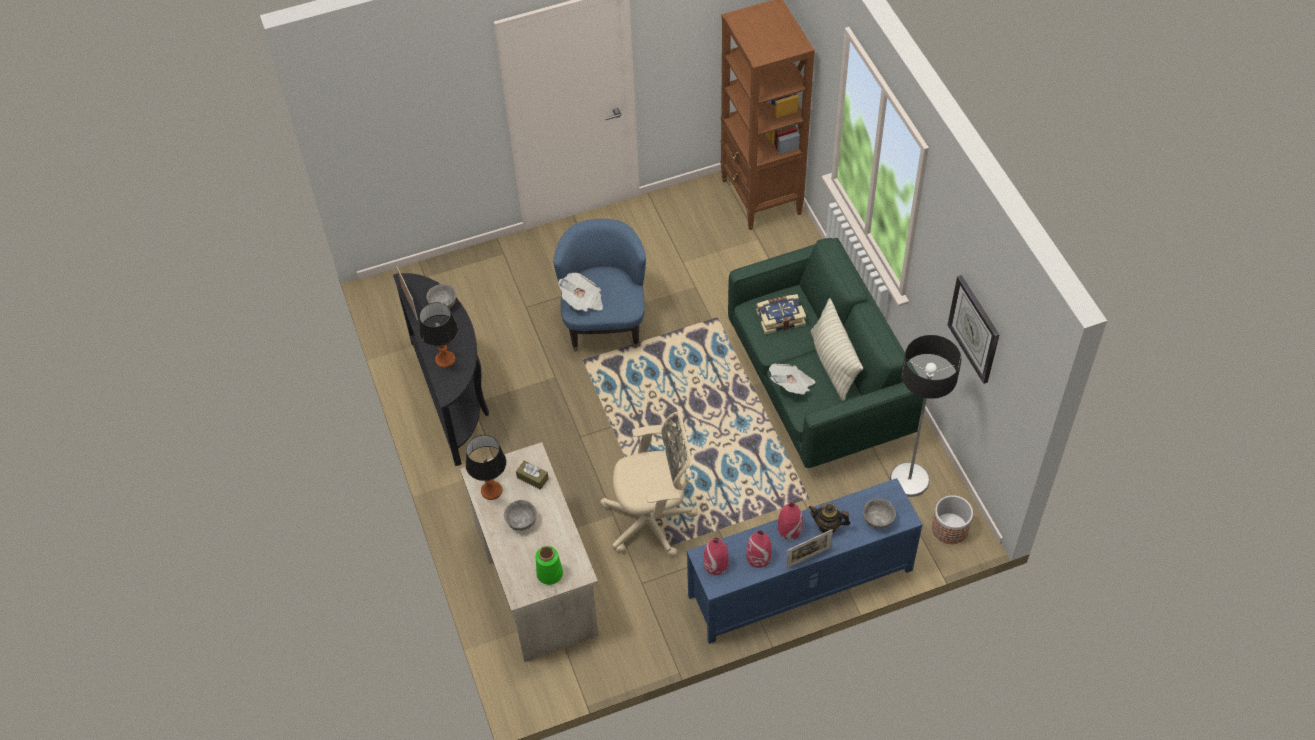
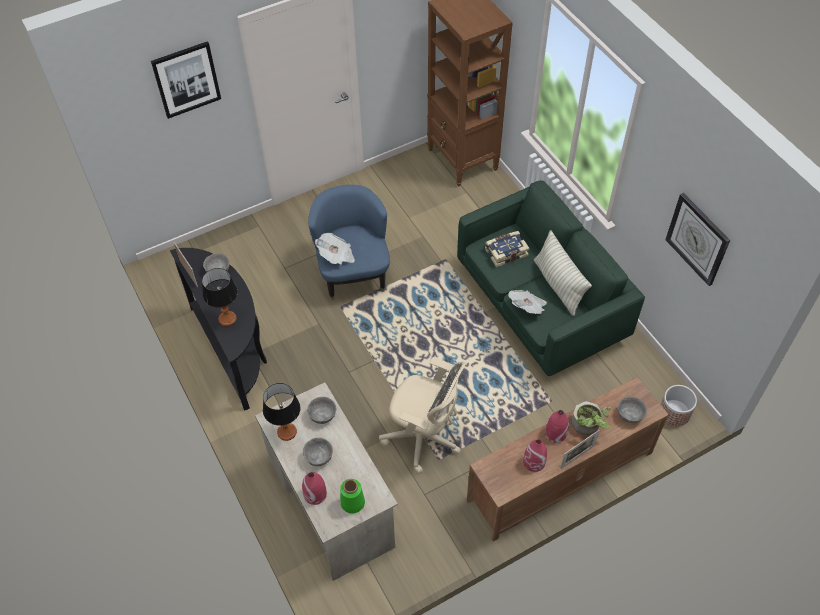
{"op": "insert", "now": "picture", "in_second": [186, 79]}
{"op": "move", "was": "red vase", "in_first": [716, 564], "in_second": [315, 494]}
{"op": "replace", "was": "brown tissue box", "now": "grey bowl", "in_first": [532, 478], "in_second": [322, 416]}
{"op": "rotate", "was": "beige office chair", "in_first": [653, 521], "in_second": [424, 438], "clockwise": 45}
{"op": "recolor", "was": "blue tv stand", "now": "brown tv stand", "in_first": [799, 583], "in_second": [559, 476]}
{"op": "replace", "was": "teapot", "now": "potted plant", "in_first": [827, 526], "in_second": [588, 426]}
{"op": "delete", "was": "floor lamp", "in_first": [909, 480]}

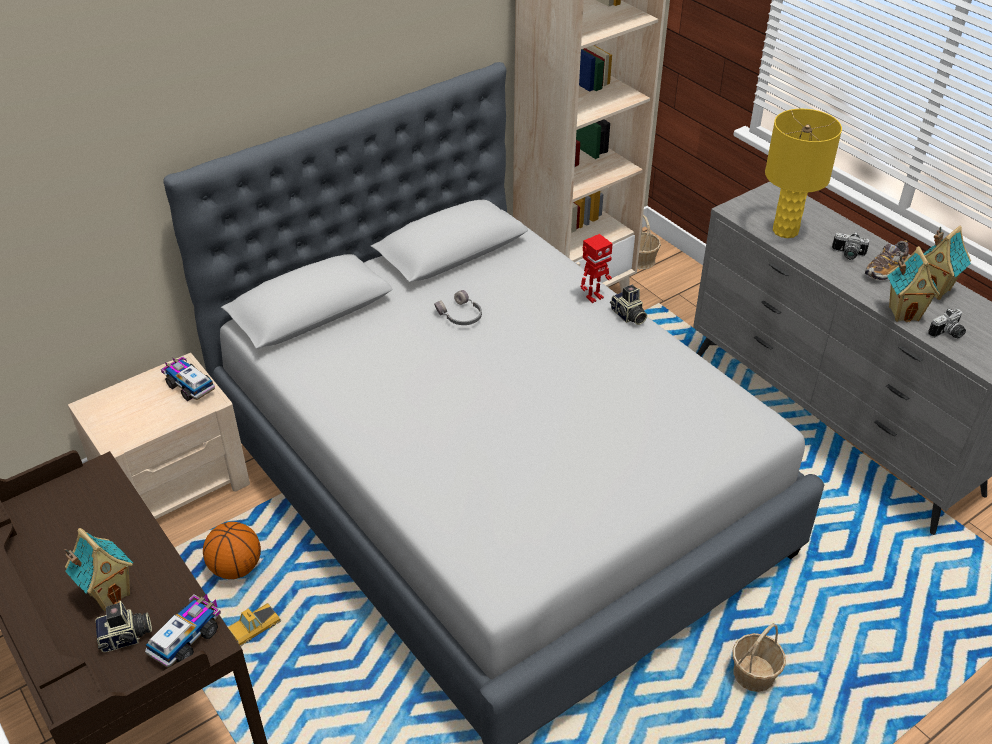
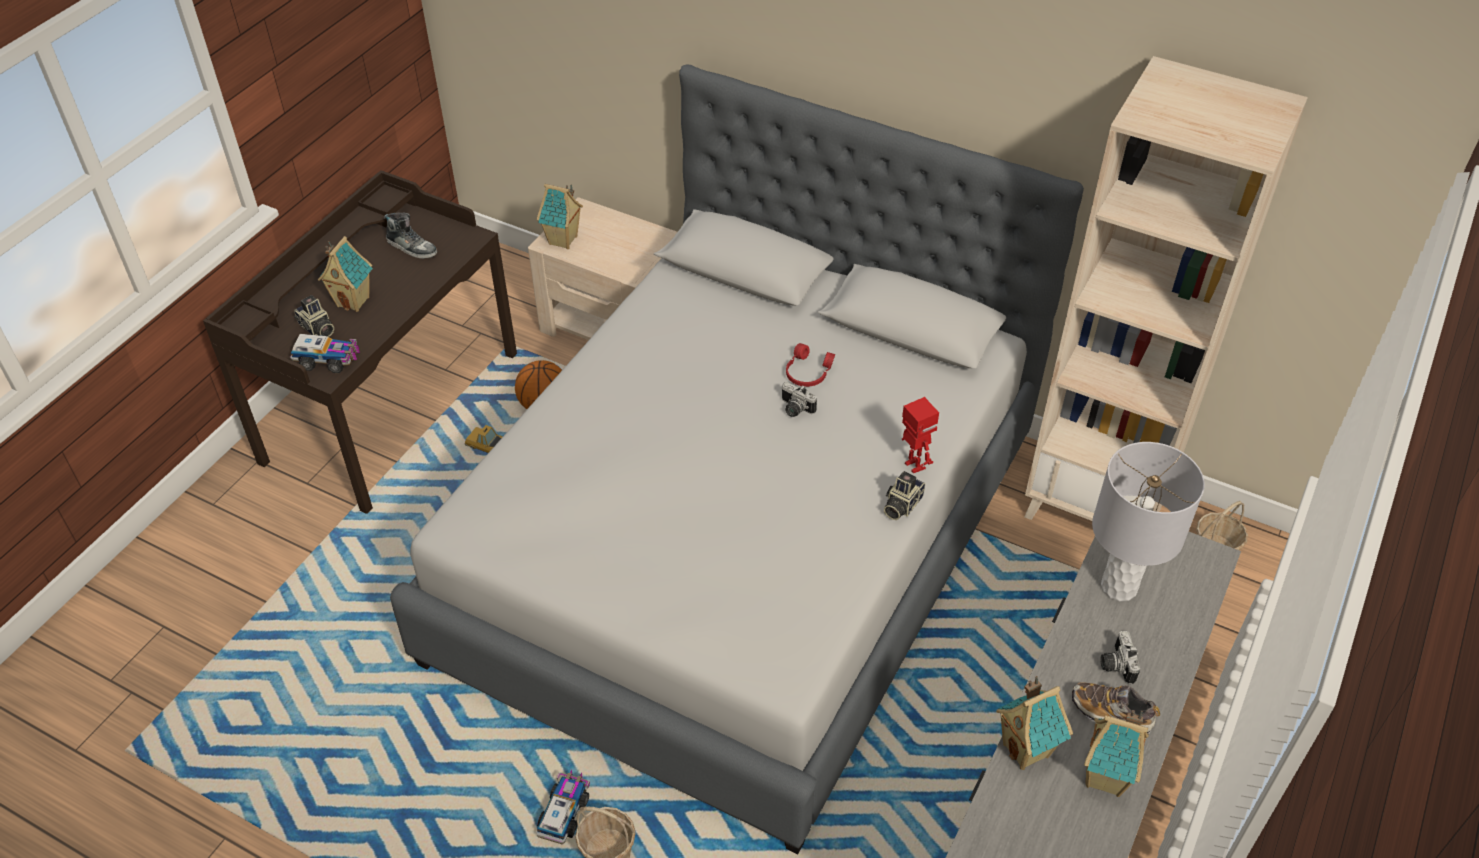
{"op": "insert", "now": "shoe", "in_second": [412, 247]}
{"op": "move", "was": "toy truck", "in_first": [189, 386], "in_second": [564, 812]}
{"op": "insert", "now": "toy house", "in_second": [563, 241]}
{"op": "move", "was": "photo camera", "in_first": [948, 334], "in_second": [794, 409]}
{"op": "recolor", "was": "grey headphones", "now": "red headphones", "in_first": [460, 316], "in_second": [807, 372]}
{"op": "rotate", "was": "toy robot", "in_first": [593, 297], "in_second": [913, 466], "clockwise": -150}
{"op": "recolor", "was": "yellow table lamp", "now": "grey table lamp", "in_first": [785, 231], "in_second": [1119, 587]}

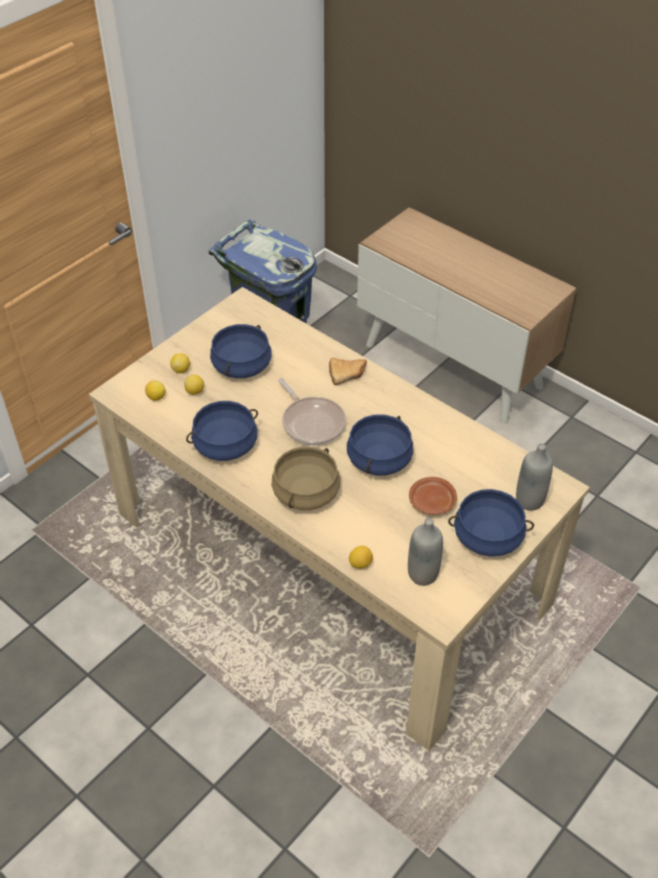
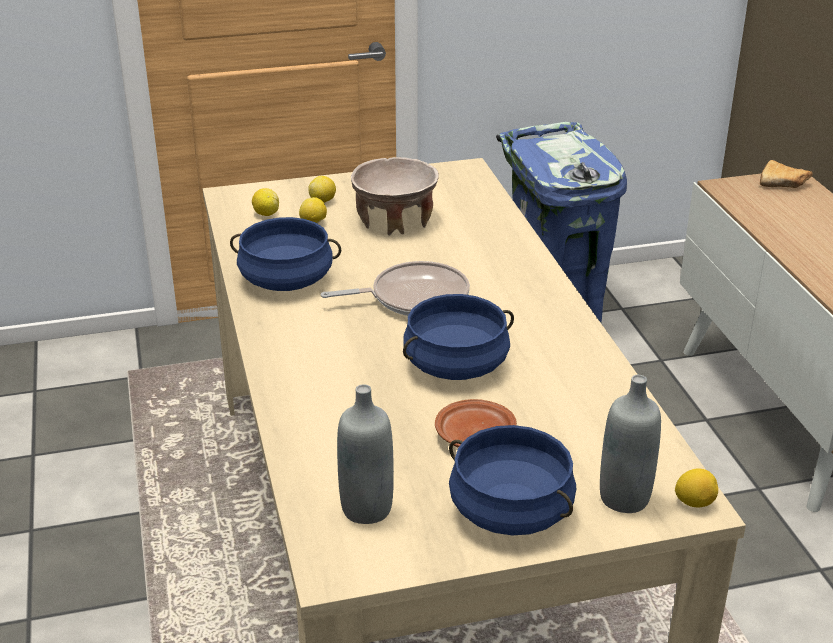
{"op": "rotate", "was": "frying pan", "in_first": [311, 422], "in_second": [413, 298], "clockwise": -105}
{"op": "replace", "was": "blue cooking pot", "now": "beige bowl", "in_first": [242, 366], "in_second": [395, 221]}
{"op": "move", "was": "lemon", "in_first": [360, 563], "in_second": [694, 502]}
{"op": "move", "was": "bread", "in_first": [348, 374], "in_second": [784, 184]}
{"op": "delete", "was": "beige cooking pot", "in_first": [306, 493]}

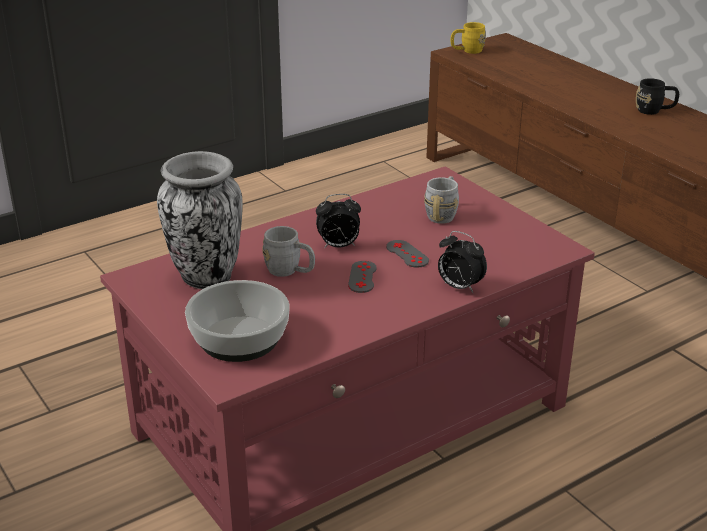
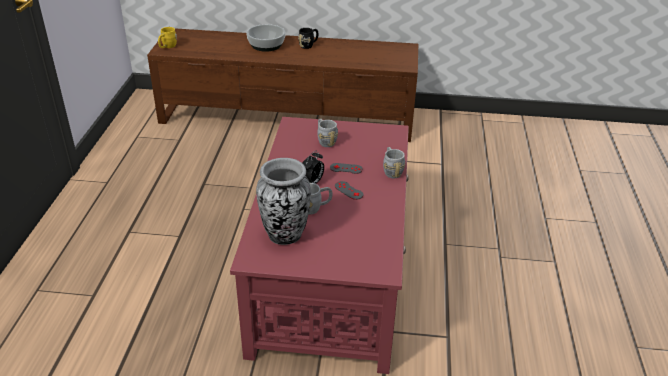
{"op": "move", "was": "bowl", "in_first": [240, 338], "in_second": [266, 45]}
{"op": "replace", "was": "alarm clock", "now": "grey mug", "in_first": [459, 287], "in_second": [391, 171]}

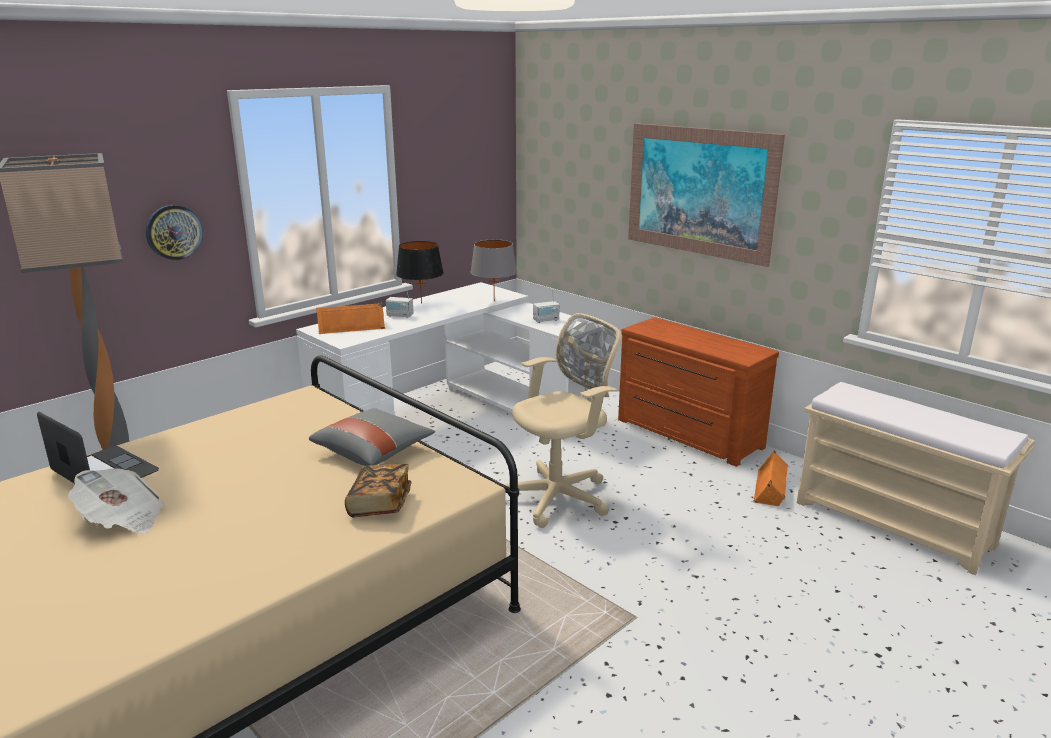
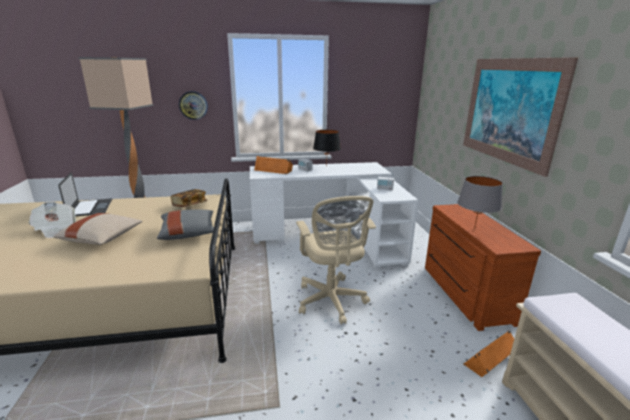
{"op": "insert", "now": "beige pillow", "in_second": [103, 239]}
{"op": "move", "was": "book", "in_first": [380, 504], "in_second": [189, 205]}
{"op": "rotate", "was": "beige office chair", "in_first": [559, 496], "in_second": [331, 302], "clockwise": 75}
{"op": "move", "was": "grey table lamp", "in_first": [494, 301], "in_second": [474, 229]}

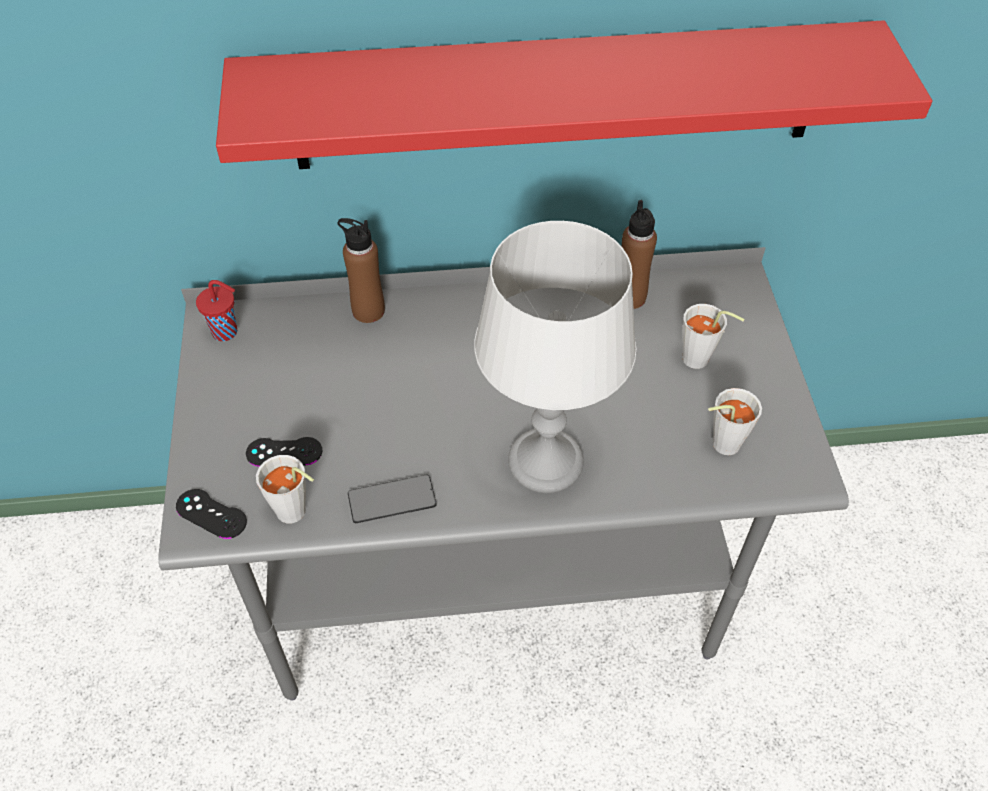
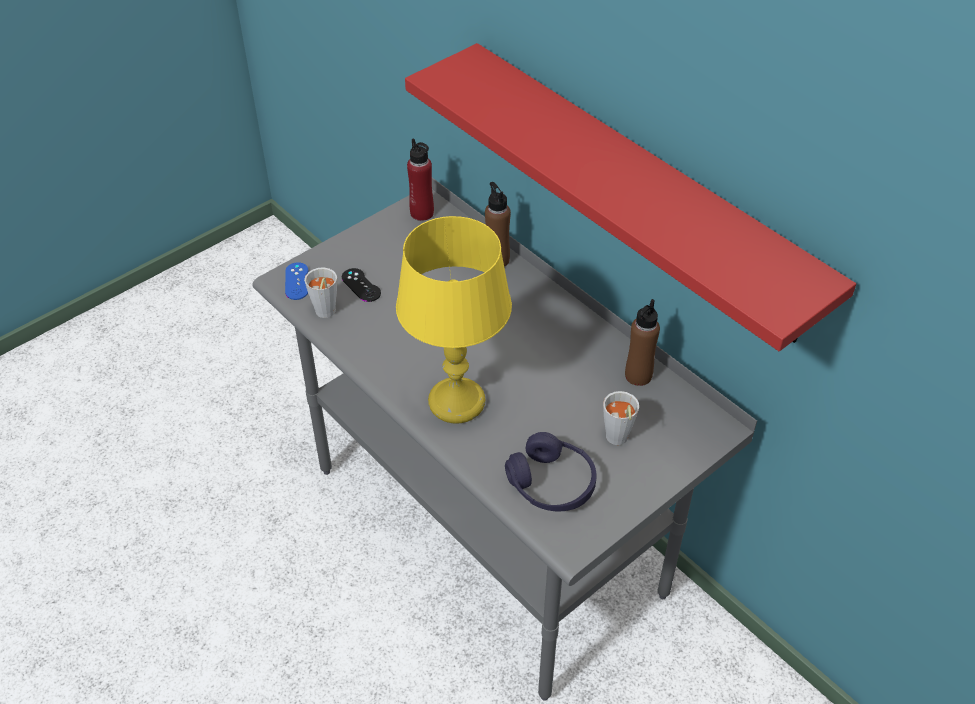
{"op": "recolor", "was": "black game controller", "now": "blue game controller", "in_first": [211, 514], "in_second": [297, 281]}
{"op": "recolor", "was": "grey table lamp", "now": "yellow table lamp", "in_first": [544, 462], "in_second": [456, 401]}
{"op": "replace", "was": "red cup", "now": "red bottle", "in_first": [226, 332], "in_second": [422, 213]}
{"op": "replace", "was": "grey cup", "now": "purple headphones", "in_first": [719, 445], "in_second": [551, 483]}
{"op": "delete", "was": "phone", "in_first": [392, 500]}

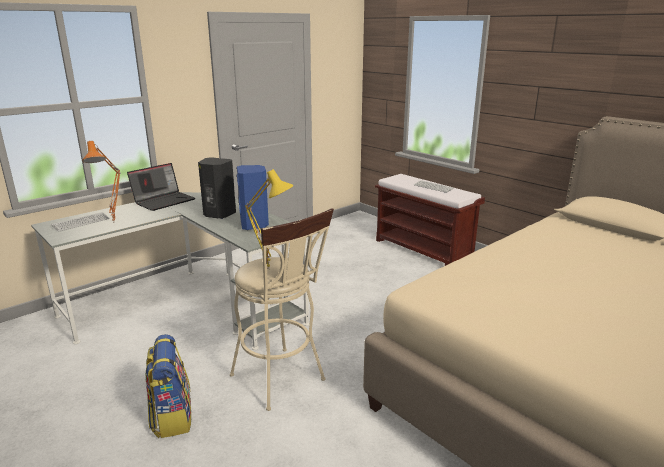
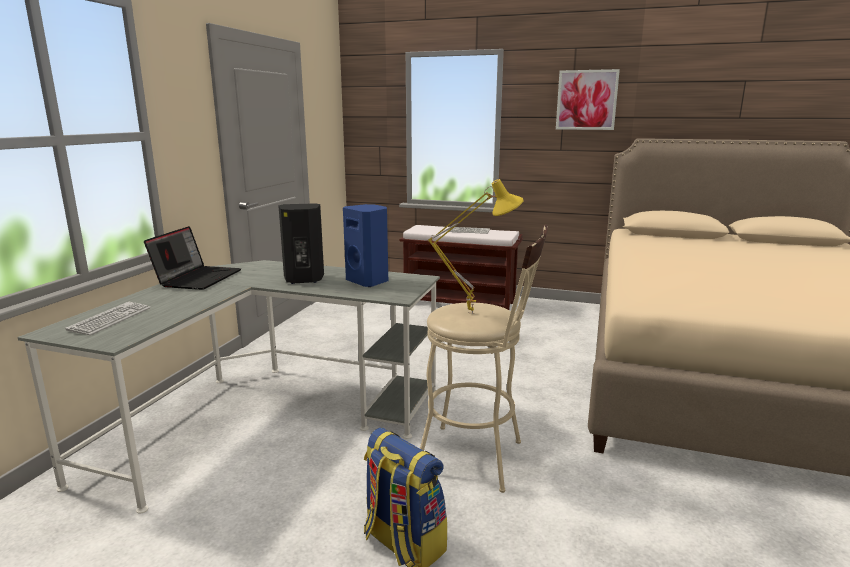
{"op": "insert", "now": "picture", "in_second": [586, 100]}
{"op": "delete", "was": "orange table lamp", "in_first": [115, 222]}

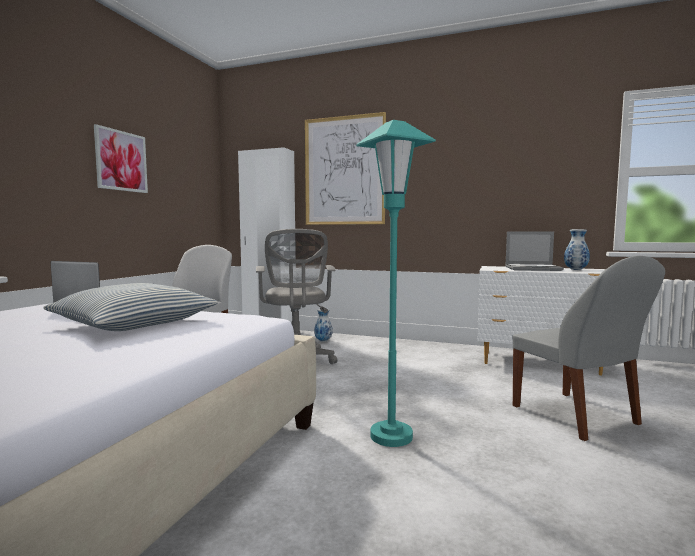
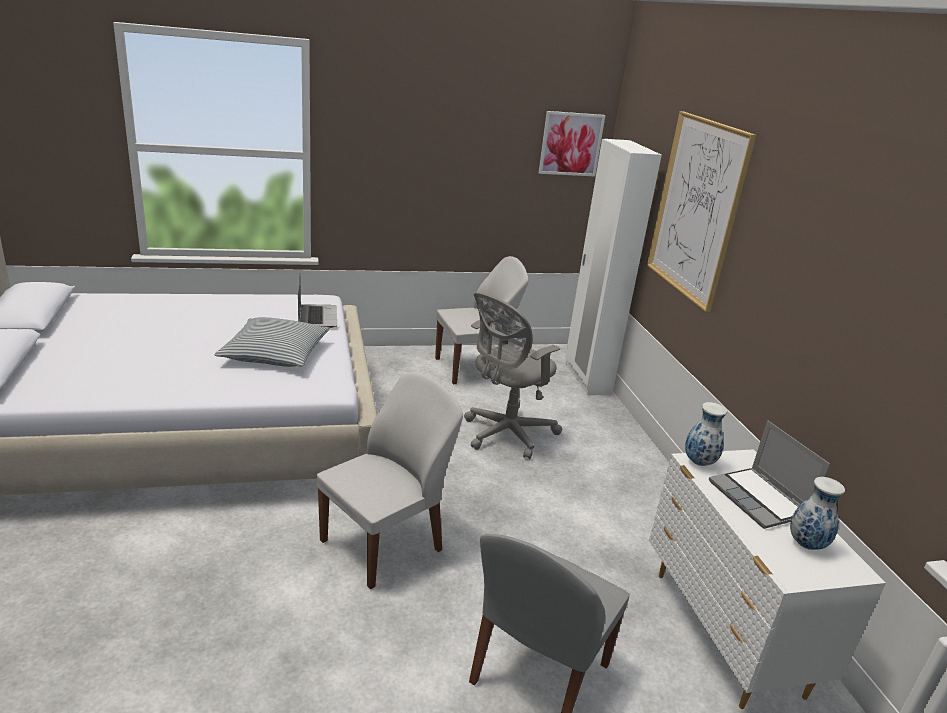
{"op": "replace", "was": "turquoise floor lamp", "now": "white chair", "in_first": [391, 436], "in_second": [384, 544]}
{"op": "move", "was": "picture", "in_first": [121, 161], "in_second": [571, 144]}
{"op": "move", "was": "vase", "in_first": [323, 341], "in_second": [700, 462]}

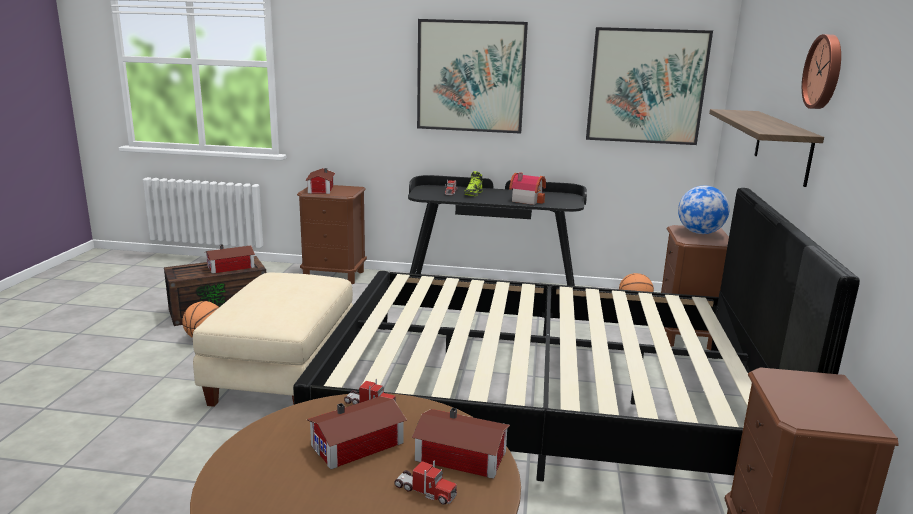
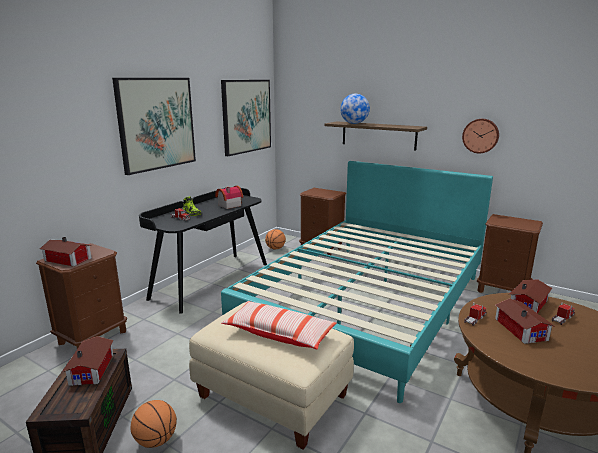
{"op": "recolor", "was": "black bed", "now": "turquoise bed", "in_first": [543, 400], "in_second": [367, 303]}
{"op": "insert", "now": "pillow", "in_second": [279, 333]}
{"op": "move", "was": "globe", "in_first": [699, 233], "in_second": [354, 123]}
{"op": "move", "was": "wall clock", "in_first": [825, 72], "in_second": [480, 135]}

